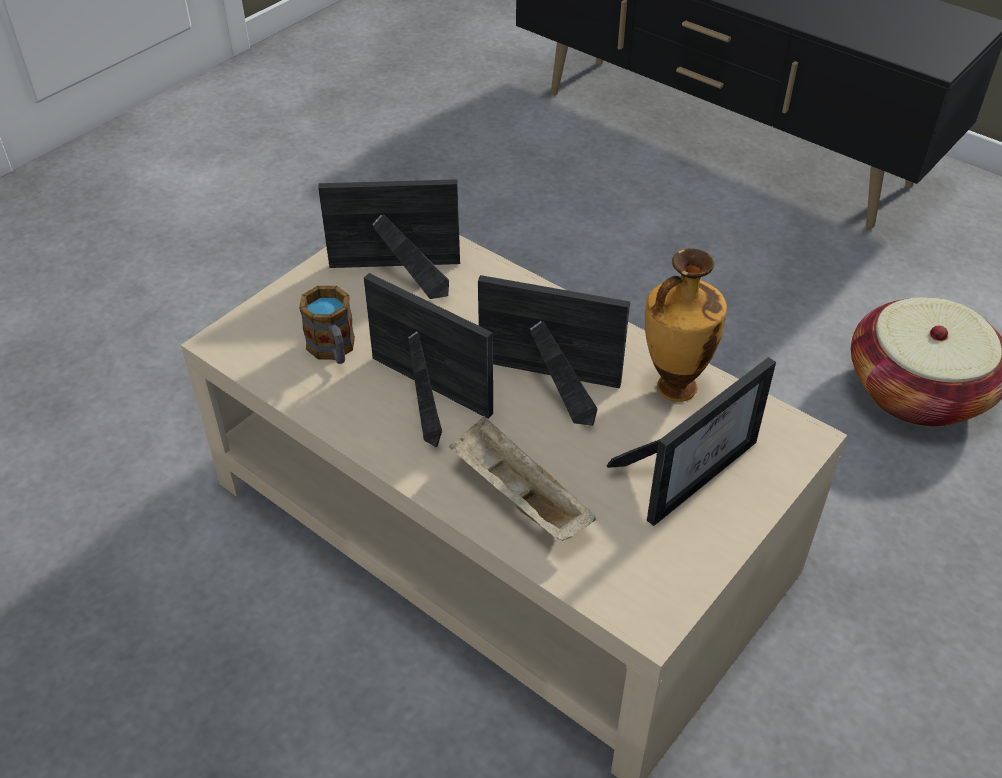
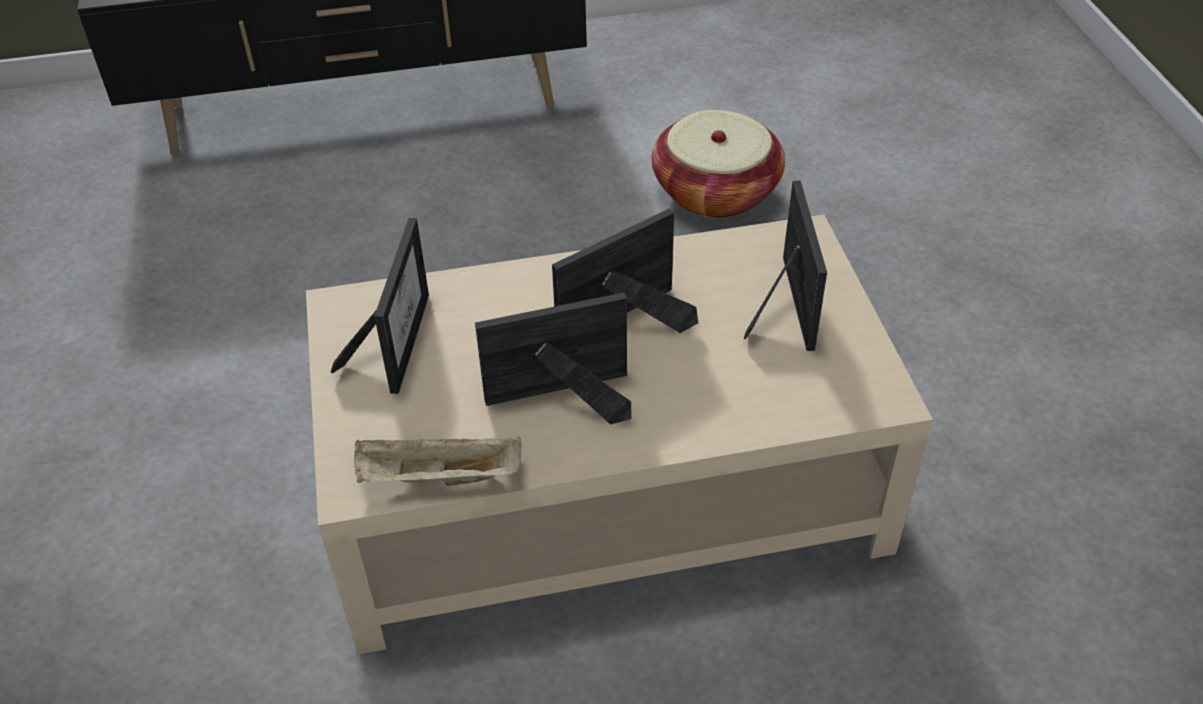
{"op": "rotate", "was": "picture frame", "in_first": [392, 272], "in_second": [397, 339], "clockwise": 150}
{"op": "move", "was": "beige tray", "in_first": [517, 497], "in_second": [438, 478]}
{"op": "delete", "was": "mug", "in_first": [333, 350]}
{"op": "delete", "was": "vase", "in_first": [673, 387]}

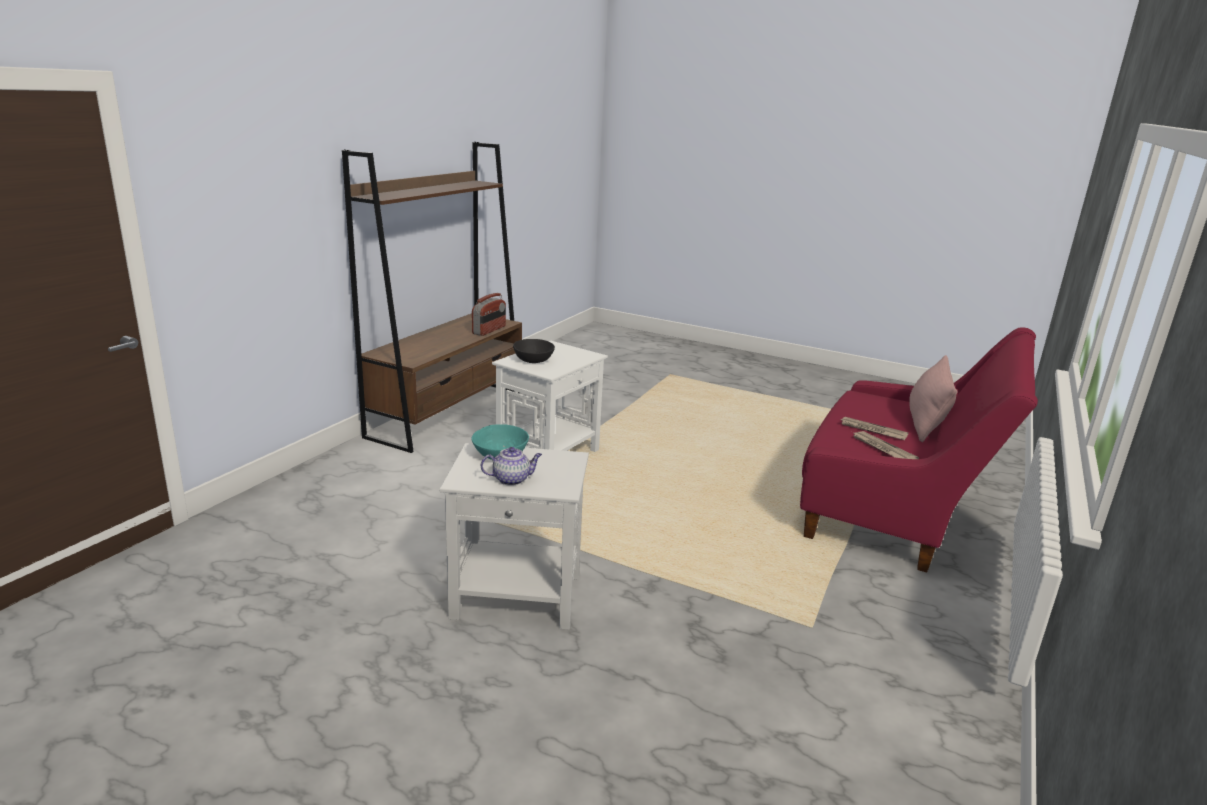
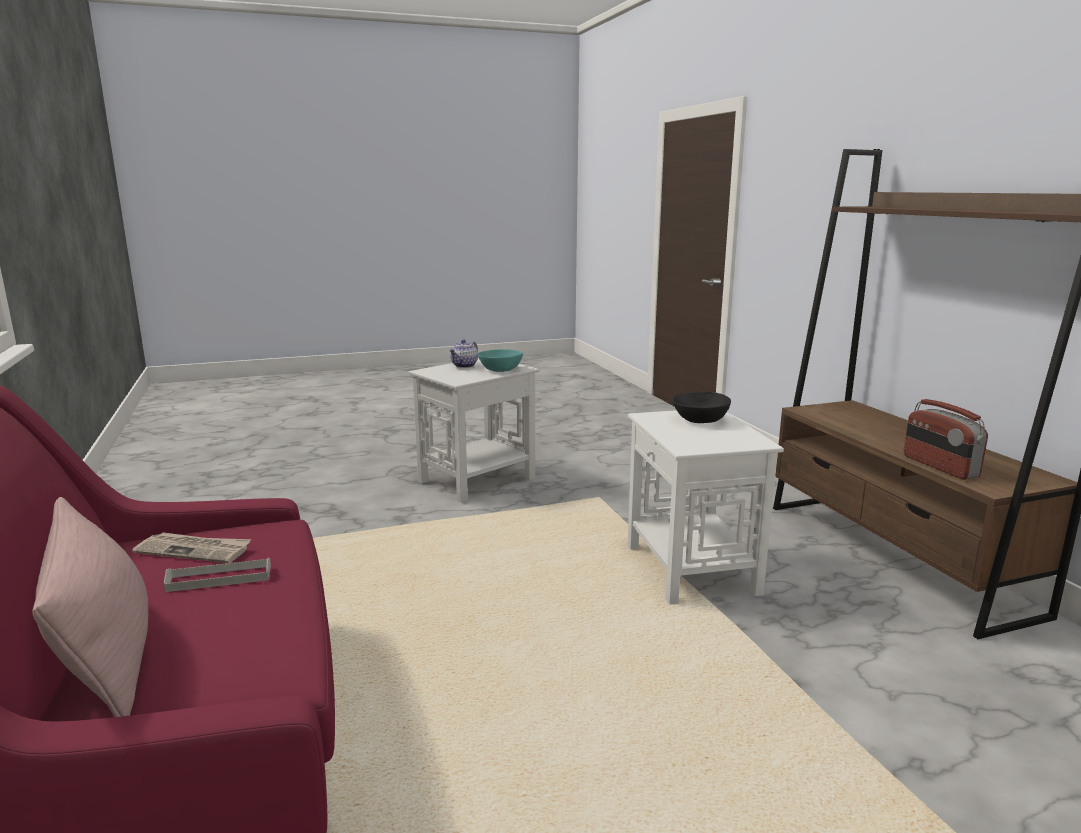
{"op": "replace", "was": "newspaper", "now": "grey tray", "in_first": [872, 430], "in_second": [219, 578]}

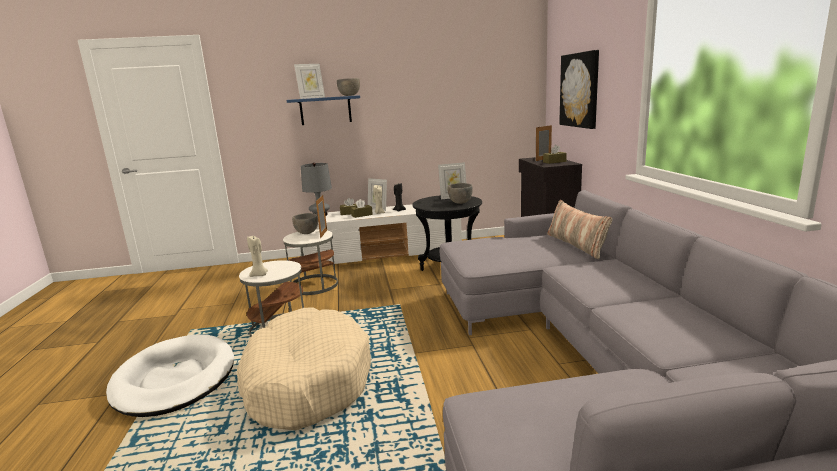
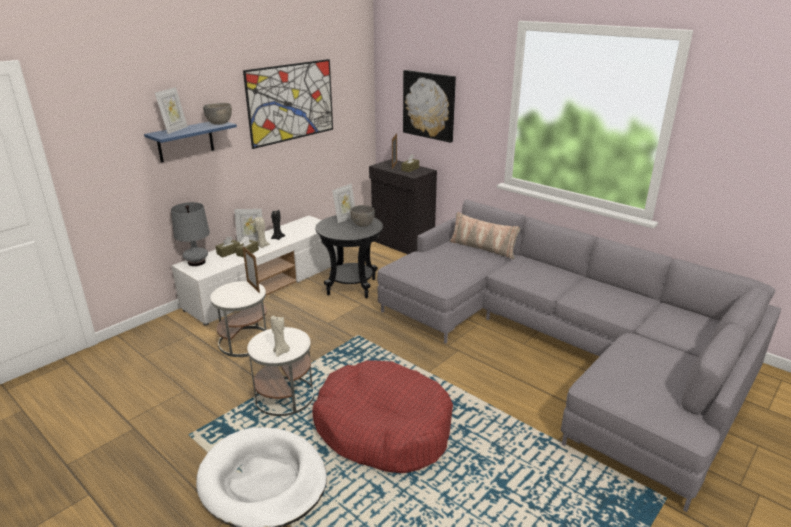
{"op": "insert", "now": "picture", "in_second": [291, 102]}
{"op": "recolor", "was": "beige dog bed", "now": "red dog bed", "in_first": [306, 382], "in_second": [383, 428]}
{"op": "delete", "was": "grey bowl", "in_first": [306, 232]}

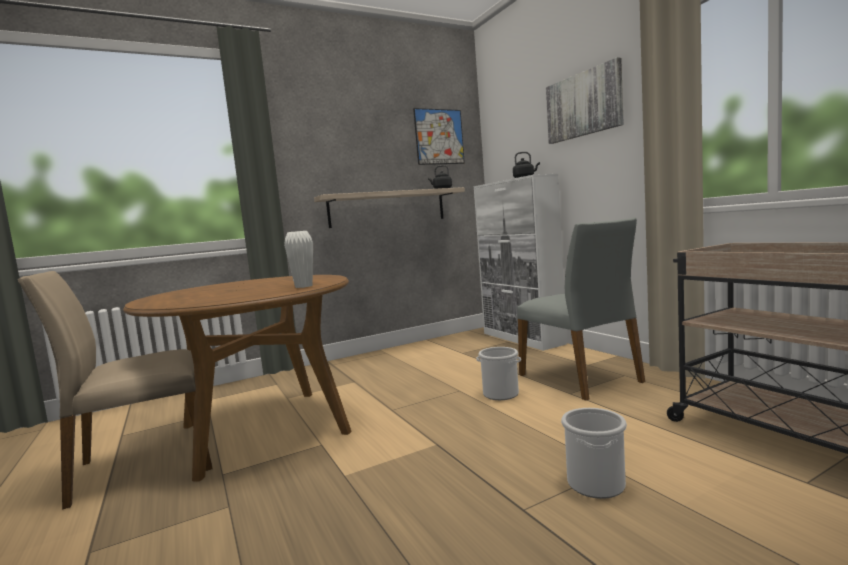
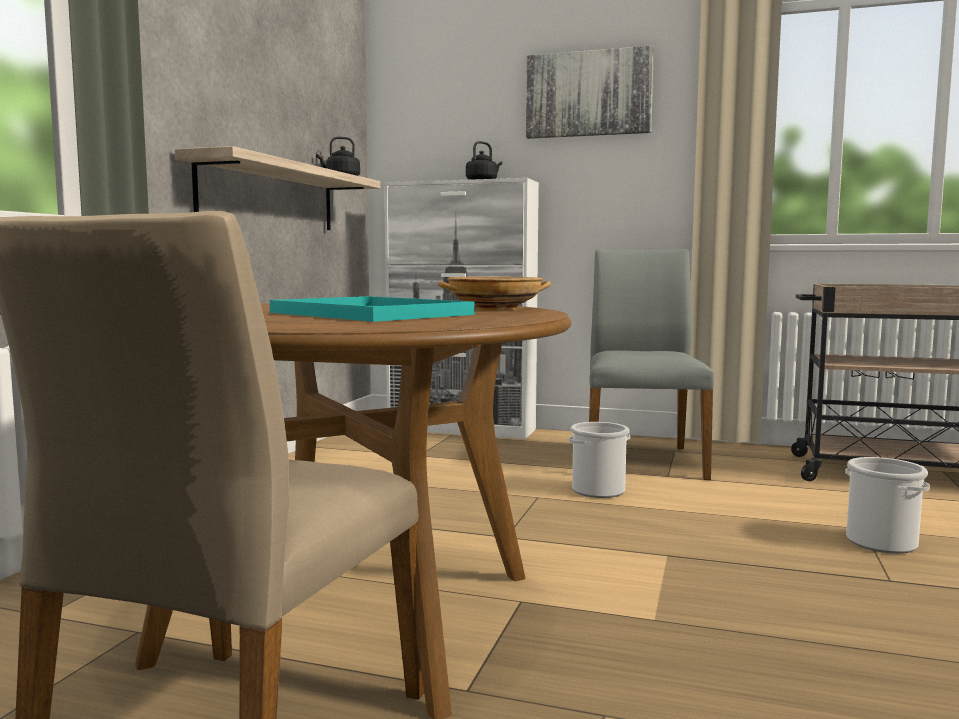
{"op": "insert", "now": "turquoise tray", "in_second": [366, 313]}
{"op": "replace", "was": "white vase", "now": "beige bowl", "in_first": [303, 286], "in_second": [495, 309]}
{"op": "rotate", "was": "grey chair", "in_first": [581, 378], "in_second": [641, 460], "clockwise": -105}
{"op": "delete", "was": "picture", "in_first": [439, 137]}

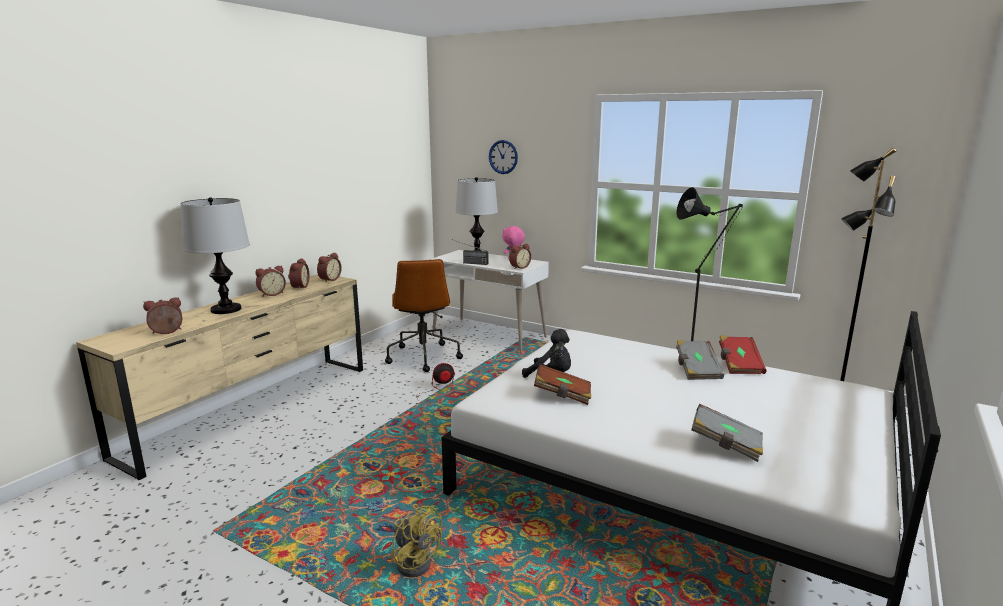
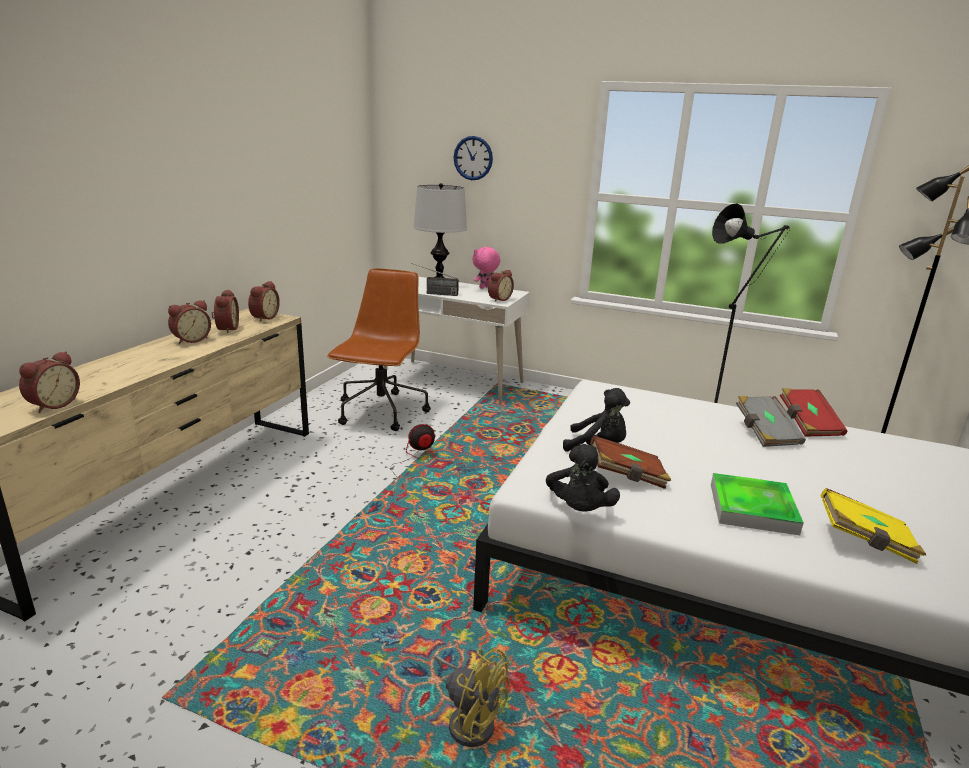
{"op": "rotate", "was": "alarm clock", "in_first": [167, 332], "in_second": [53, 404], "clockwise": 150}
{"op": "rotate", "was": "brown office chair", "in_first": [423, 356], "in_second": [381, 412], "clockwise": -150}
{"op": "insert", "now": "black plush toy", "in_second": [579, 509]}
{"op": "insert", "now": "tray", "in_second": [752, 508]}
{"op": "recolor", "was": "grey book", "now": "yellow book", "in_first": [726, 445], "in_second": [865, 541]}
{"op": "delete", "was": "table lamp", "in_first": [226, 309]}

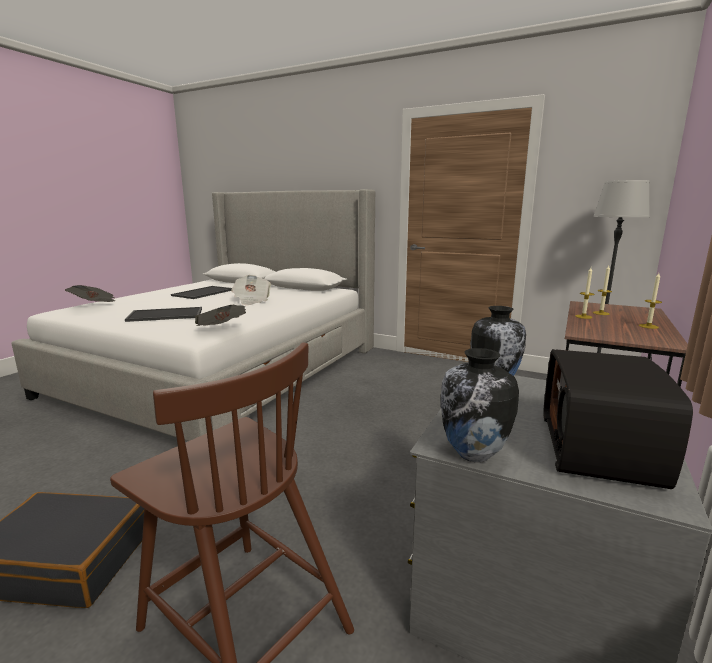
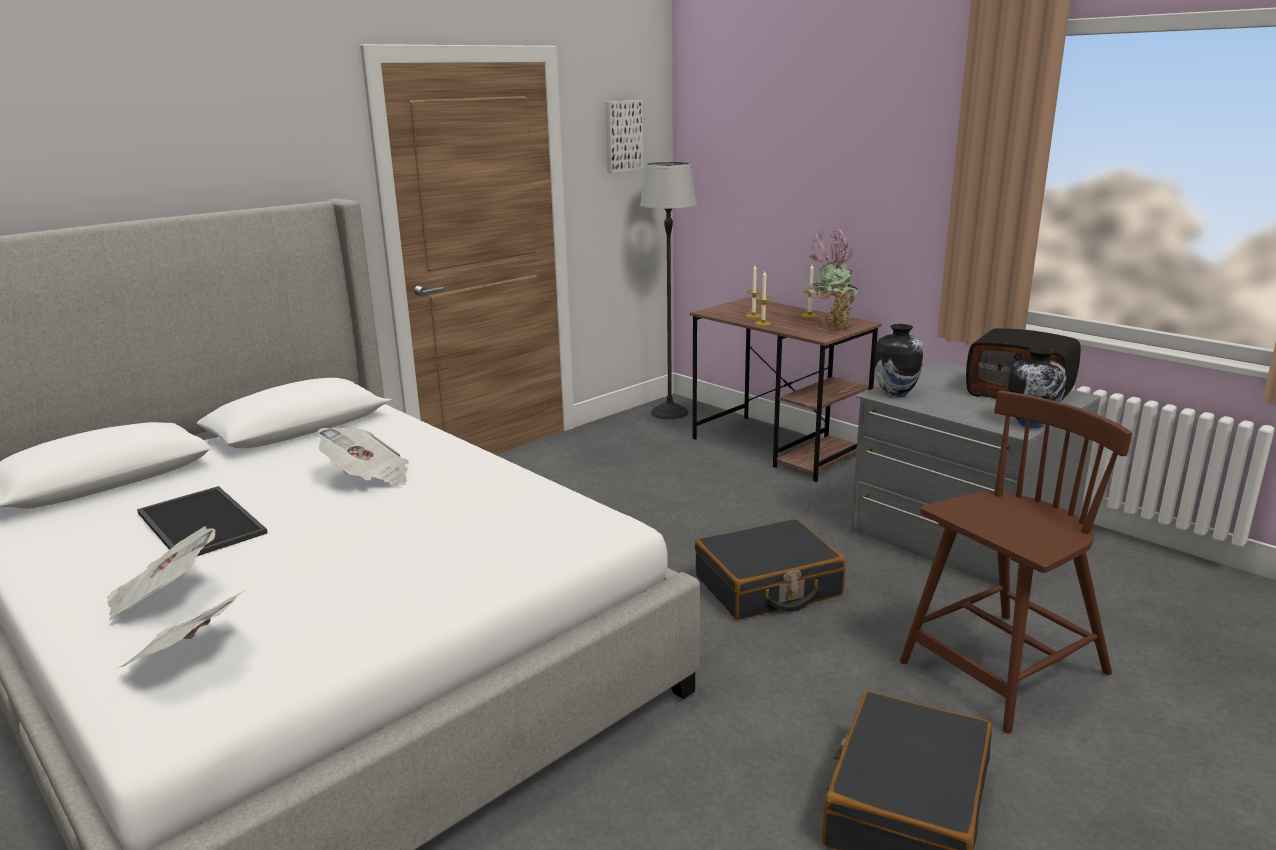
{"op": "move", "was": "newspaper", "in_first": [221, 330], "in_second": [164, 598]}
{"op": "insert", "now": "picture", "in_second": [622, 136]}
{"op": "insert", "now": "black suitcase", "in_second": [768, 587]}
{"op": "insert", "now": "potted plant", "in_second": [830, 327]}
{"op": "delete", "was": "tray", "in_first": [164, 315]}

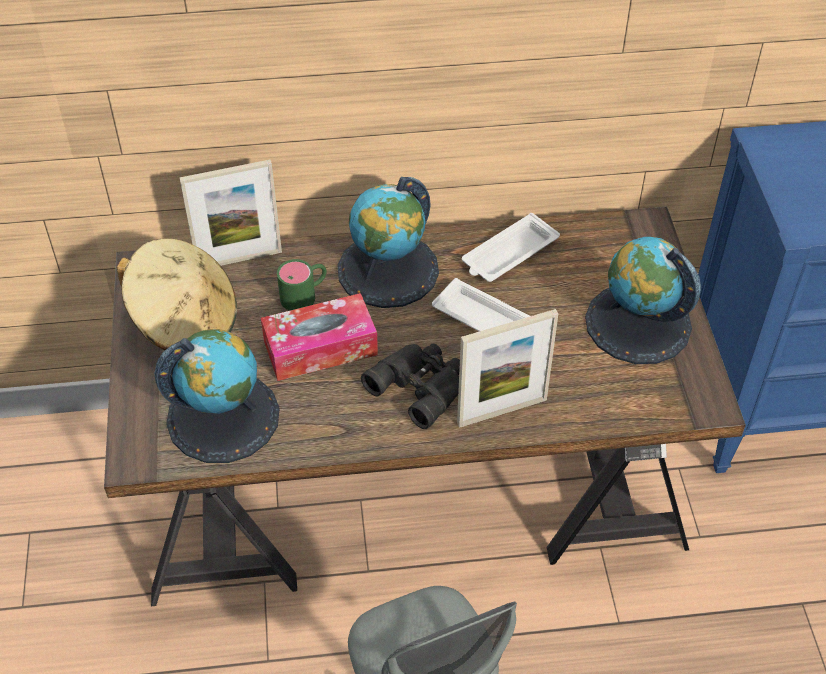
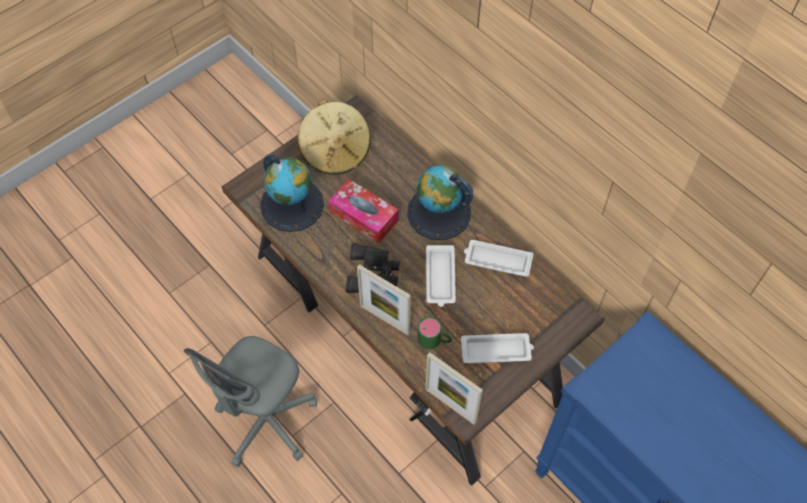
{"op": "move", "was": "green mug", "in_first": [305, 295], "in_second": [434, 340]}
{"op": "move", "was": "picture frame", "in_first": [239, 259], "in_second": [450, 405]}
{"op": "replace", "was": "globe", "now": "white tray", "in_first": [637, 323], "in_second": [497, 350]}

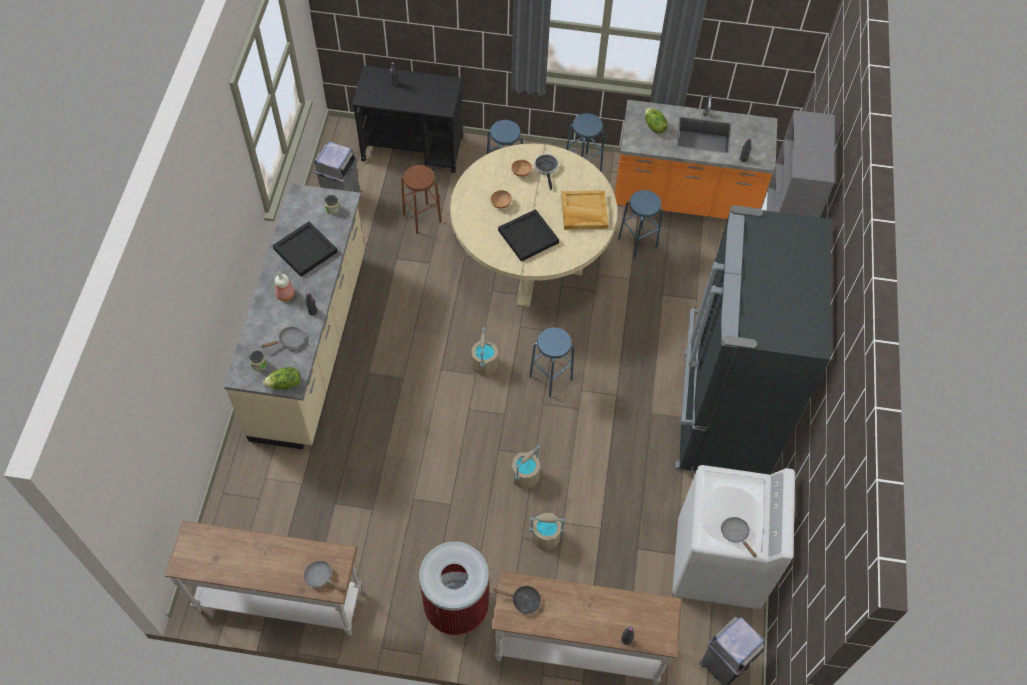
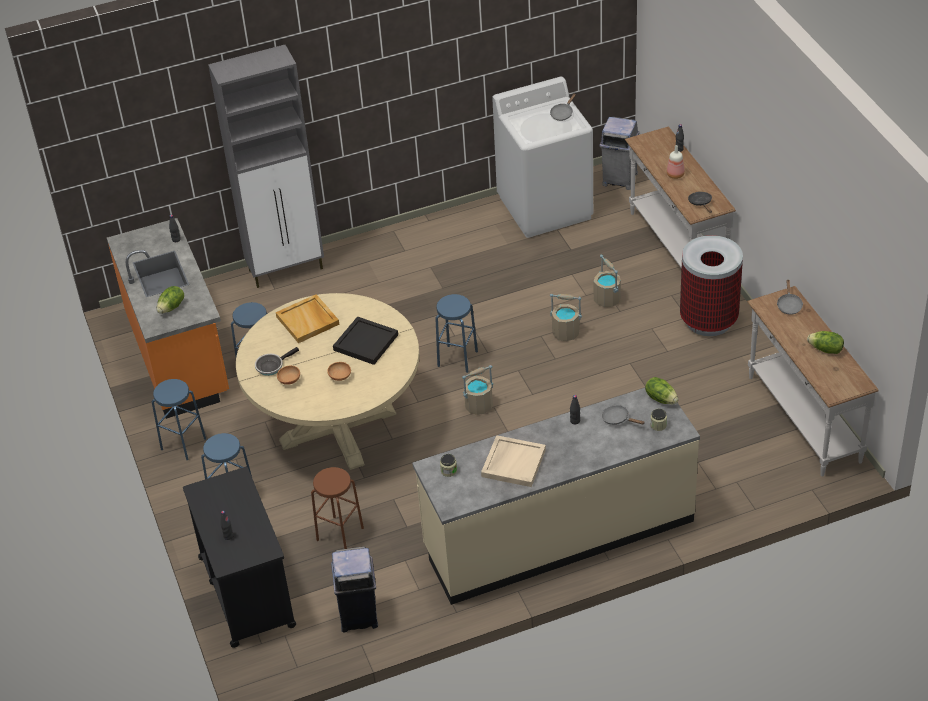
{"op": "recolor", "was": "black tray", "now": "beige tray", "in_first": [306, 250], "in_second": [513, 462]}
{"op": "move", "was": "bottle", "in_first": [286, 295], "in_second": [675, 174]}
{"op": "insert", "now": "lettuce", "in_second": [825, 349]}
{"op": "delete", "was": "black fridge", "in_first": [721, 415]}

